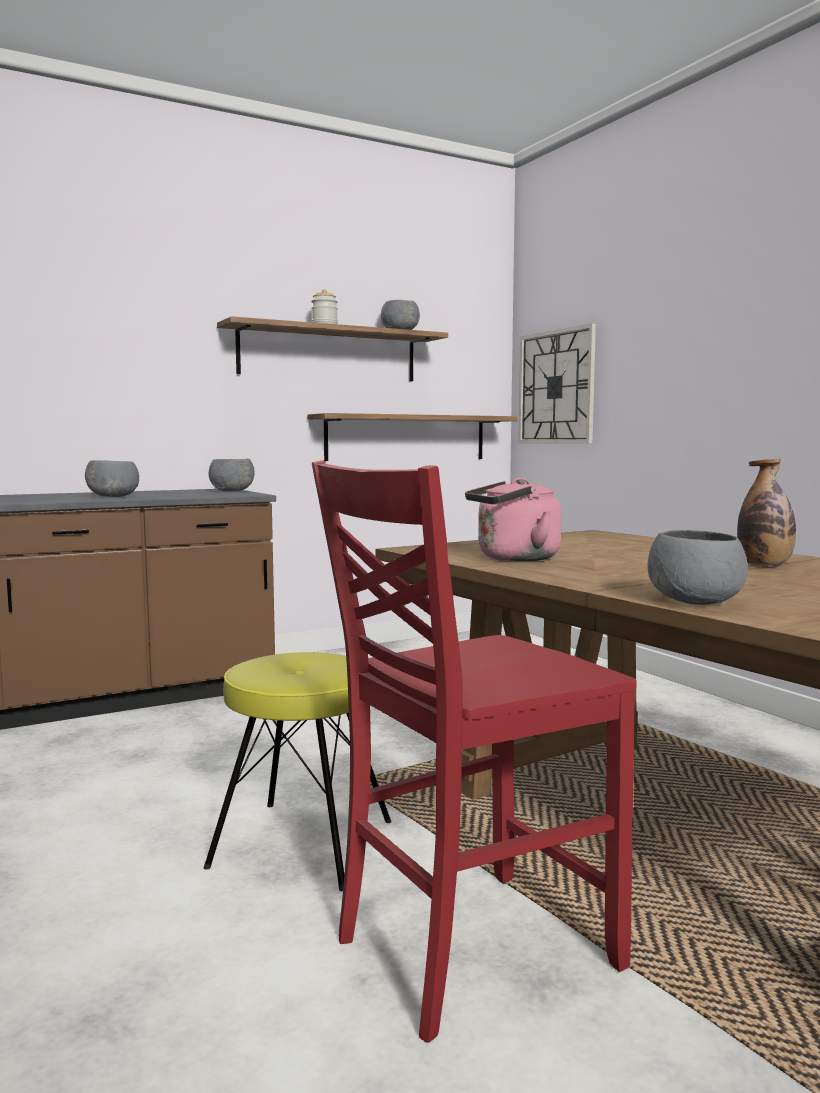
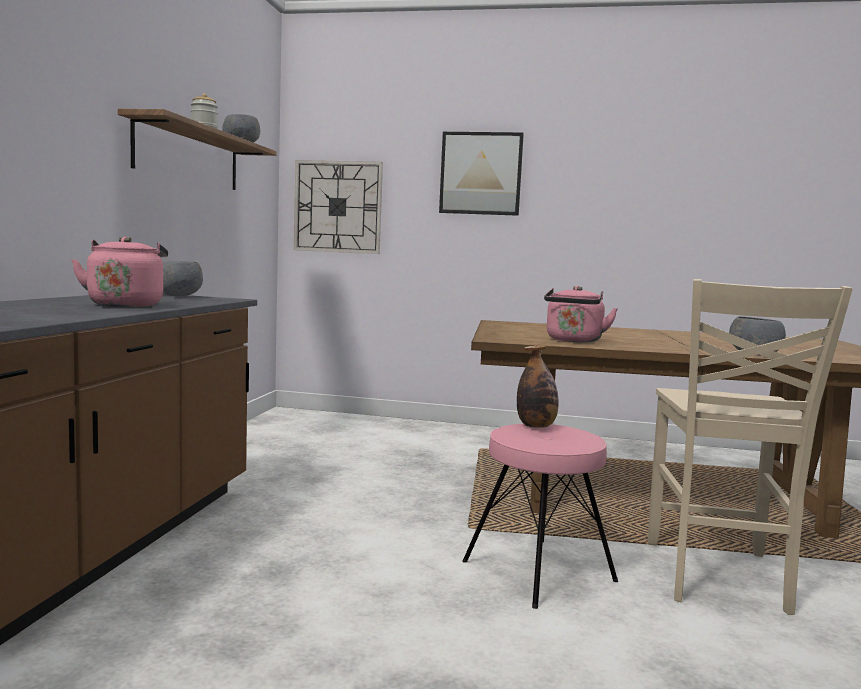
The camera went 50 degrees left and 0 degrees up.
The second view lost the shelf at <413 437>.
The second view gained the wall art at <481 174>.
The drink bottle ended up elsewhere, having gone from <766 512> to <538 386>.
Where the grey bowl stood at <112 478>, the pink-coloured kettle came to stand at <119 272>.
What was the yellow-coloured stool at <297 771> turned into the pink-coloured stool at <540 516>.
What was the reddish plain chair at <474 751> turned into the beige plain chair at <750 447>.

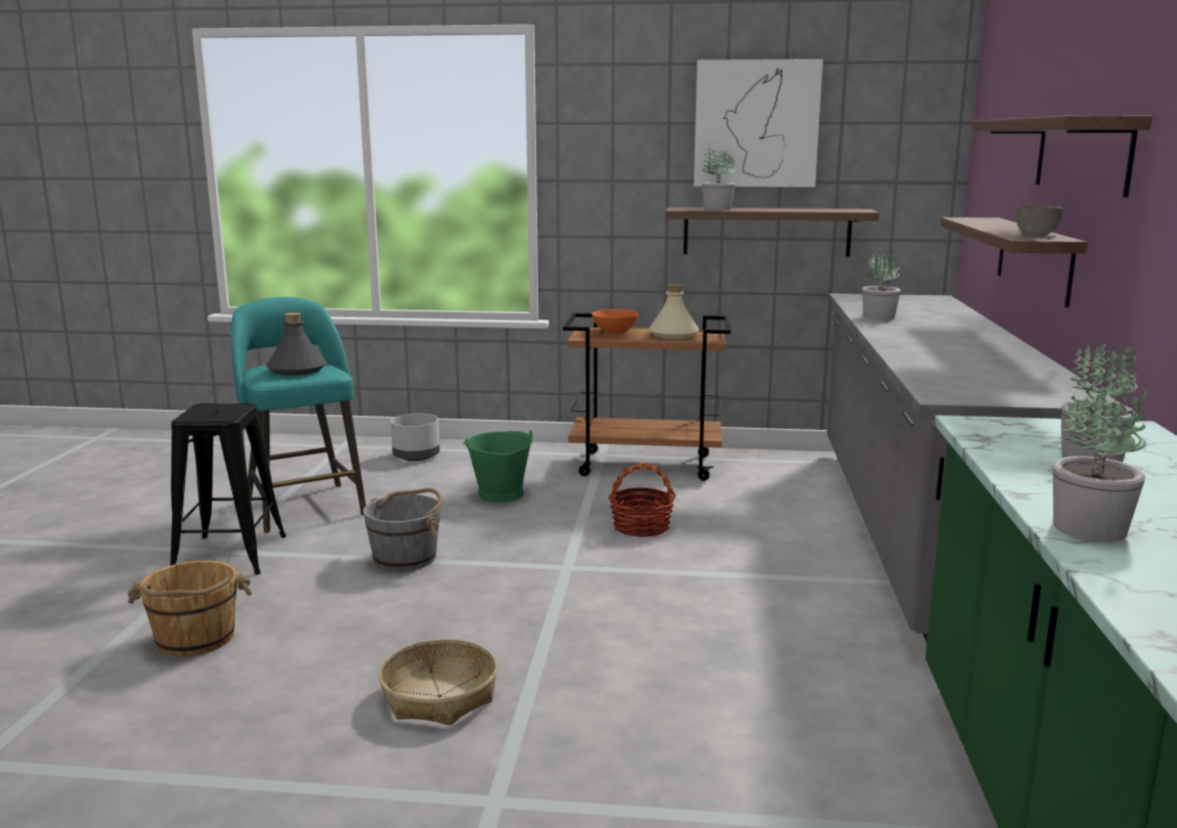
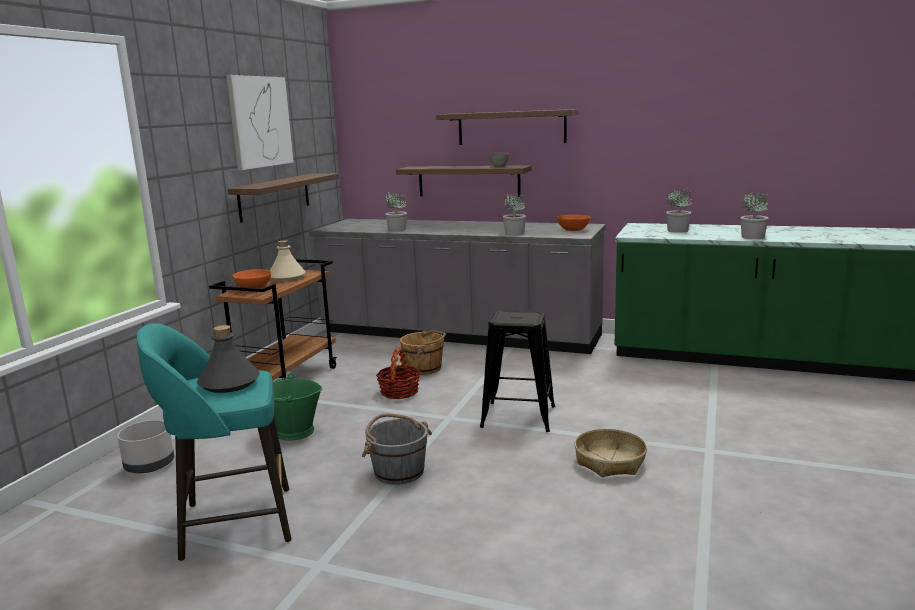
The camera went 75 degrees left and 0 degrees up.
The second view gained the orange-coloured bowl at <573 223>.
The brown-coloured water bucket ended up elsewhere, having gone from <190 608> to <423 352>.
The blackish stool ended up elsewhere, having gone from <228 489> to <517 371>.
The plant in a pot ended up elsewhere, having gone from <718 179> to <514 213>.

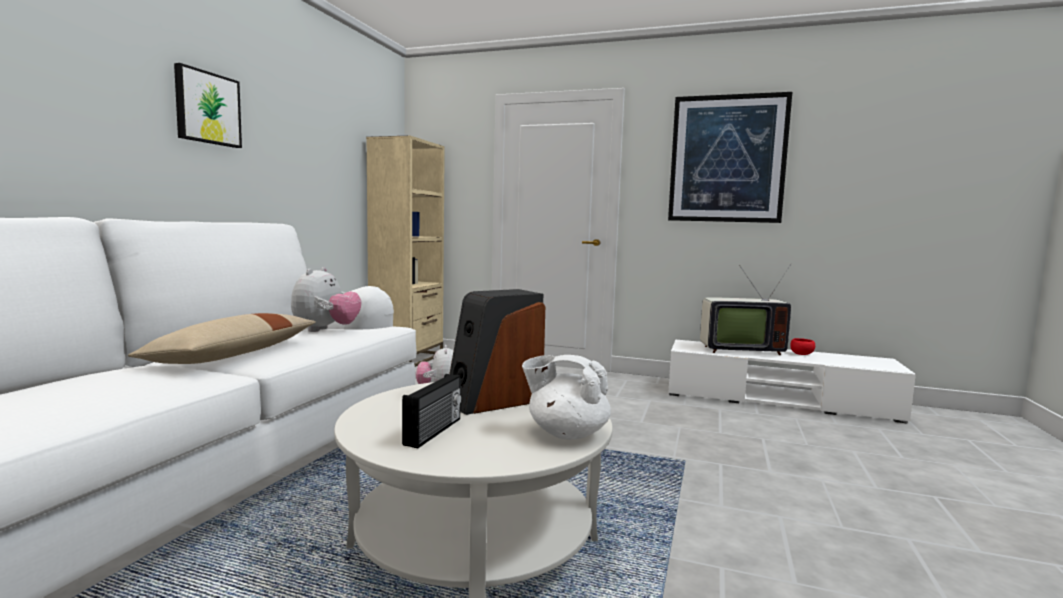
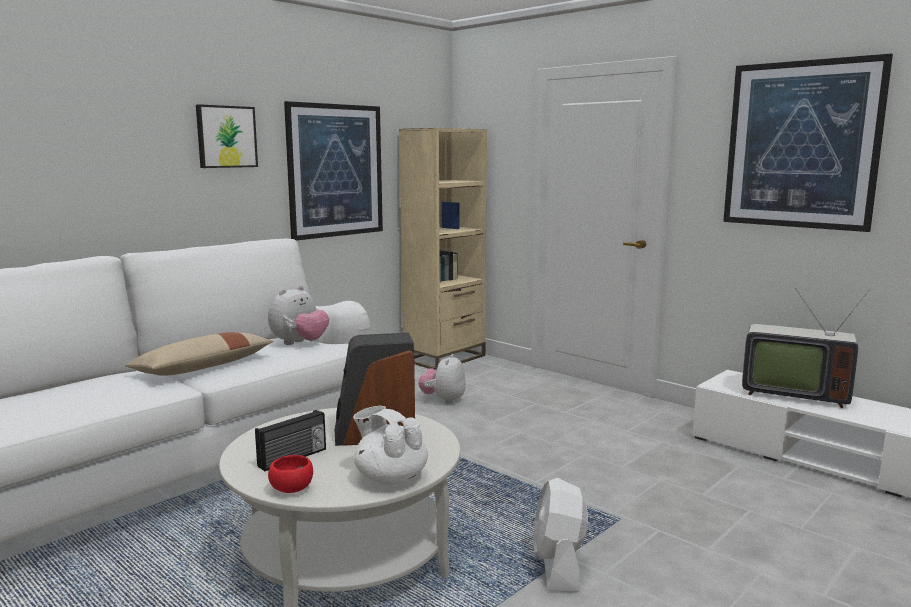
The camera went 25 degrees right and 5 degrees up.
The second view gained the wall art at <333 170>.
The second view gained the white-coloured electric fan at <560 535>.
The reddish bowl ended up elsewhere, having gone from <802 346> to <290 474>.

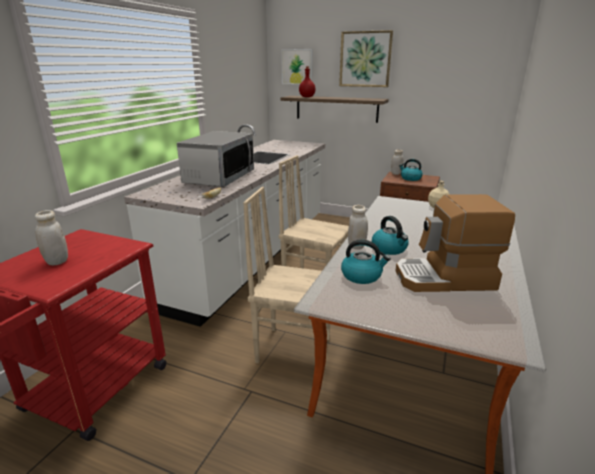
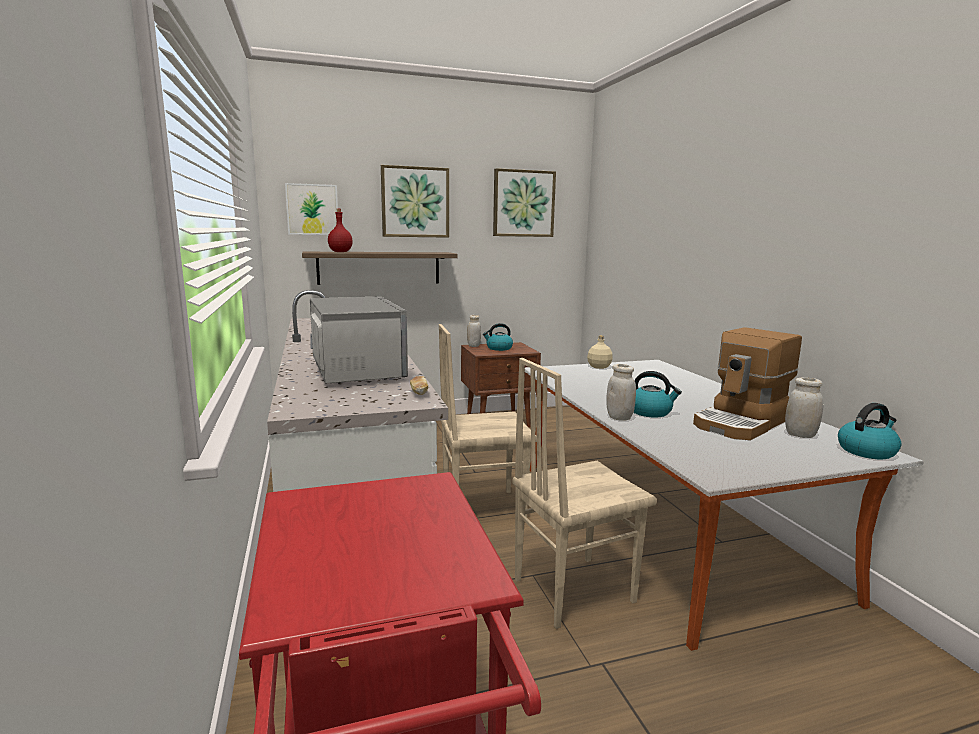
The camera went 40 degrees left and 10 degrees down.
The second view gained the wall art at <524 202>.
The white-coloured jar ended up elsewhere, having gone from <51 237> to <804 407>.
The kettle ended up elsewhere, having gone from <366 262> to <869 431>.

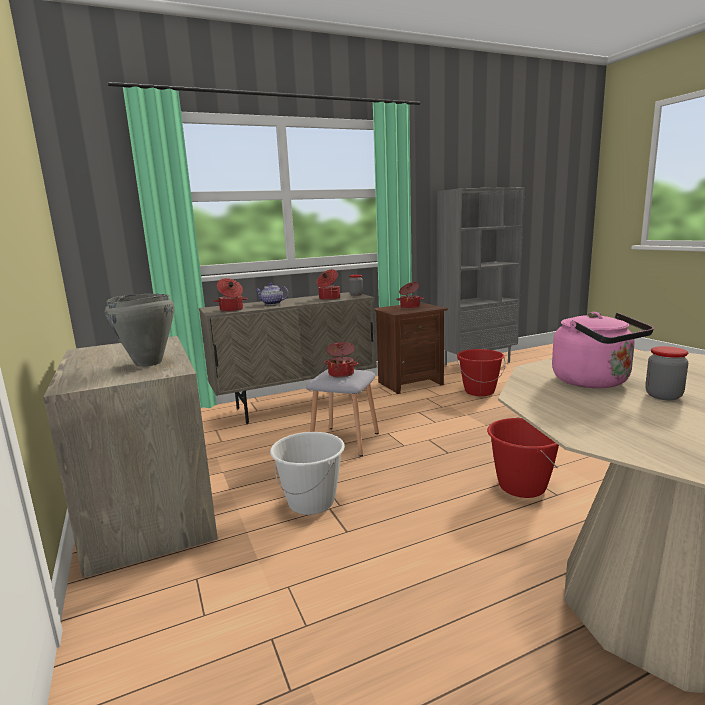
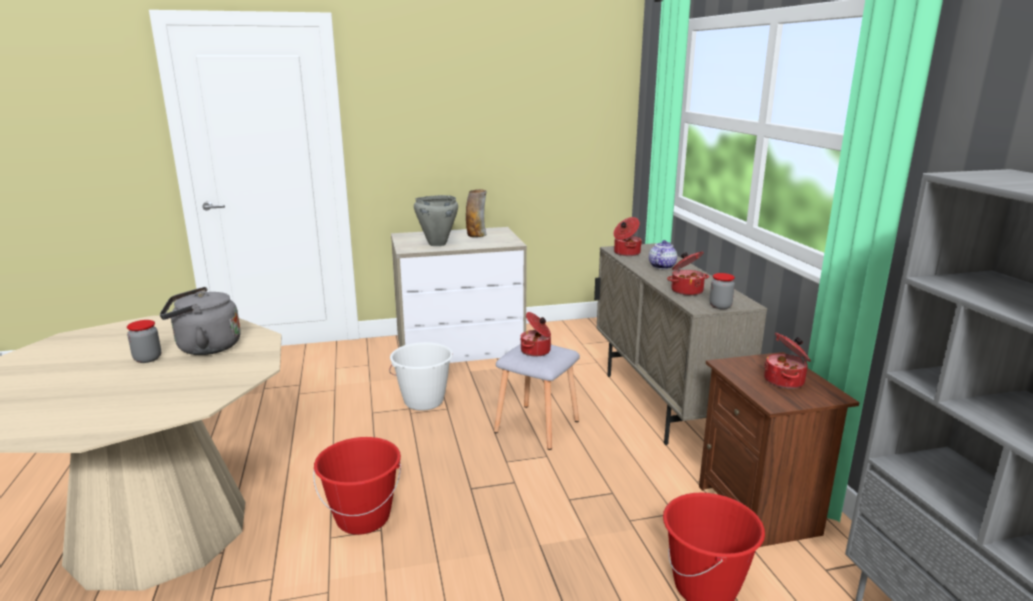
The camera went 100 degrees right and 5 degrees up.
The second view gained the flower vase at <476 213>.
What was the pink-coloured kettle at <603 350> turned into the grey kettle at <200 321>.

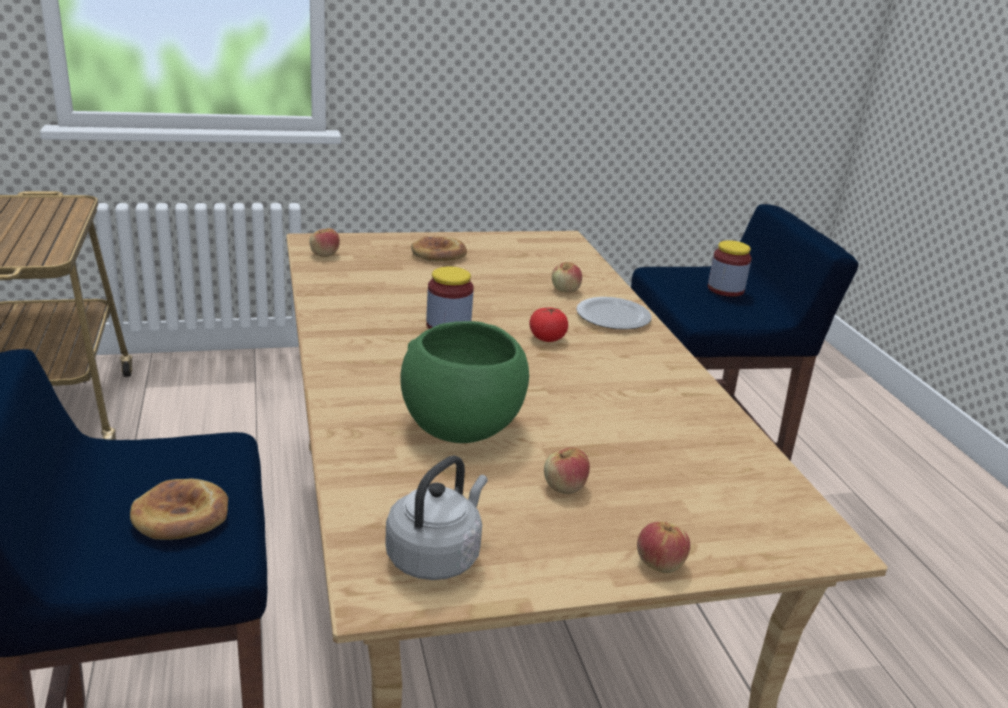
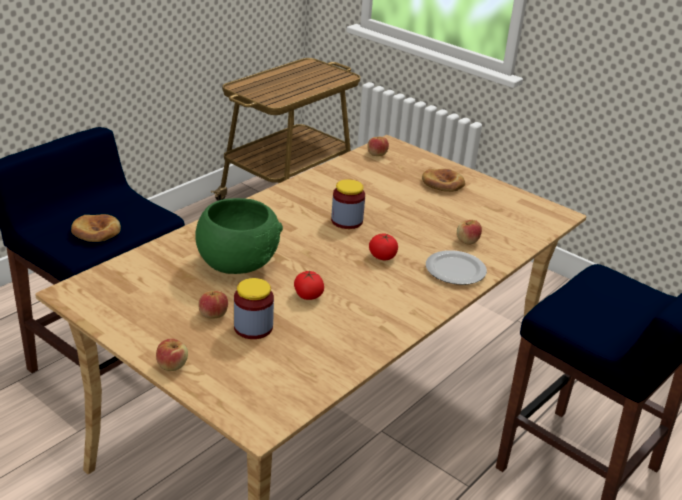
The camera went 55 degrees right and 5 degrees up.
The second view lost the grey kettle at <436 518>.
The second view gained the tomato at <309 285>.
The jar ended up elsewhere, having gone from <730 268> to <254 308>.

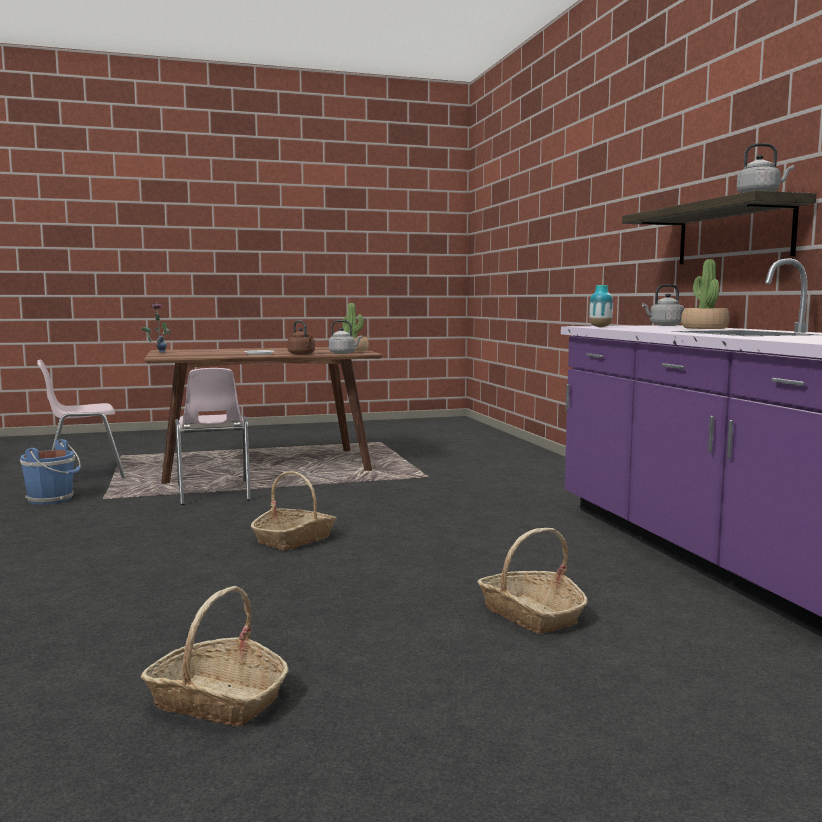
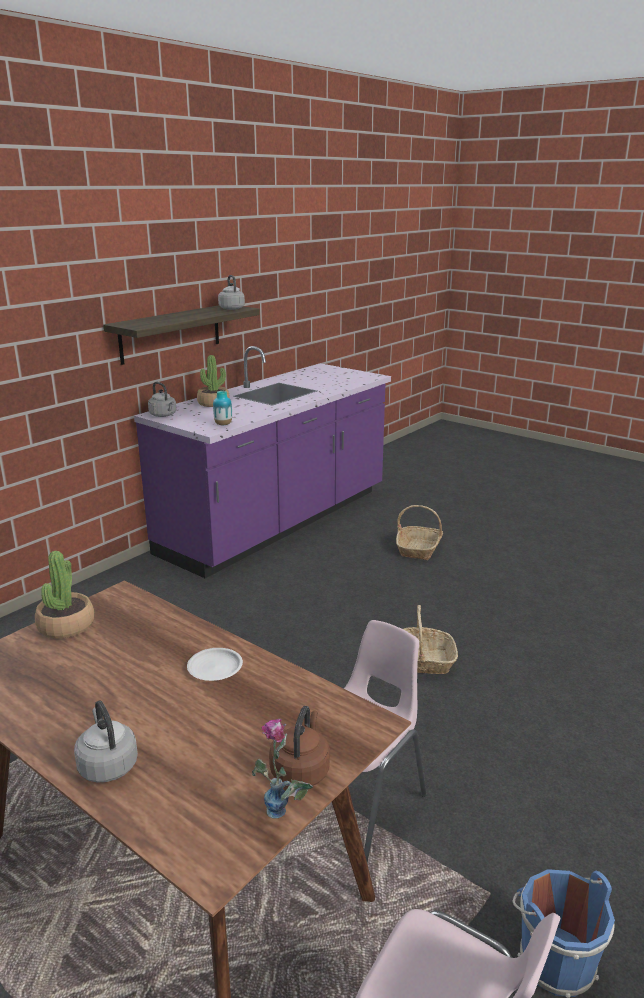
The camera went 125 degrees left and 15 degrees up.
The second view lost the storage basket at <215 656>.
The brown-coloured kettle ended up elsewhere, having gone from <301 337> to <299 746>.
The grey kettle ended up elsewhere, having gone from <345 337> to <106 741>.

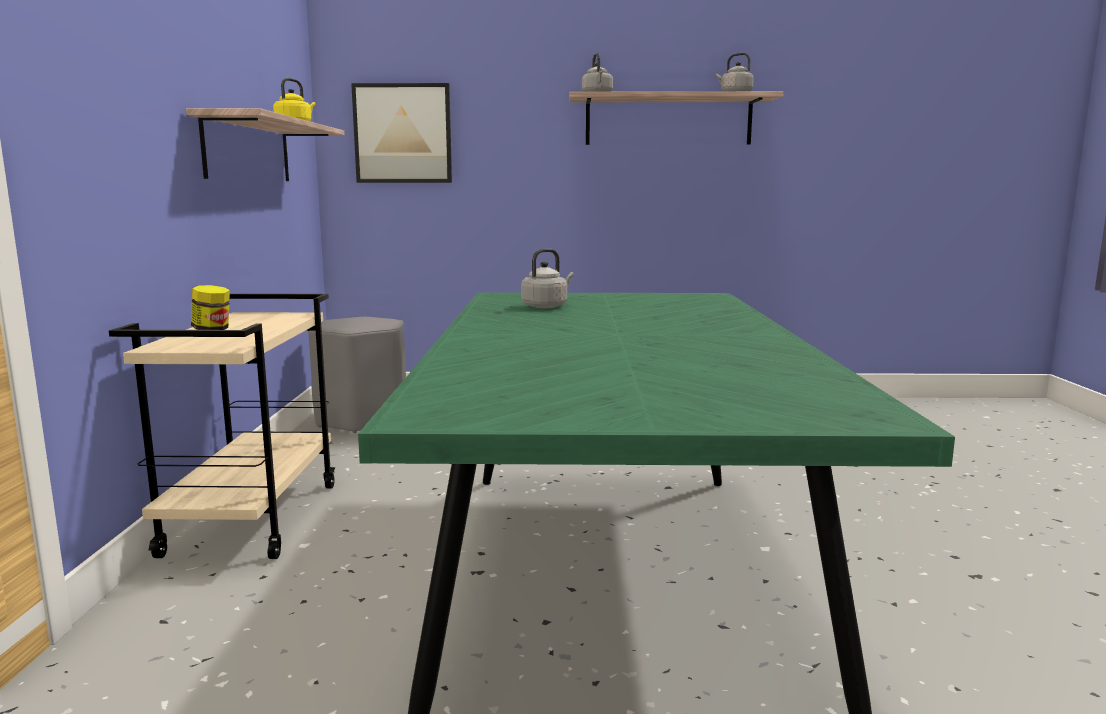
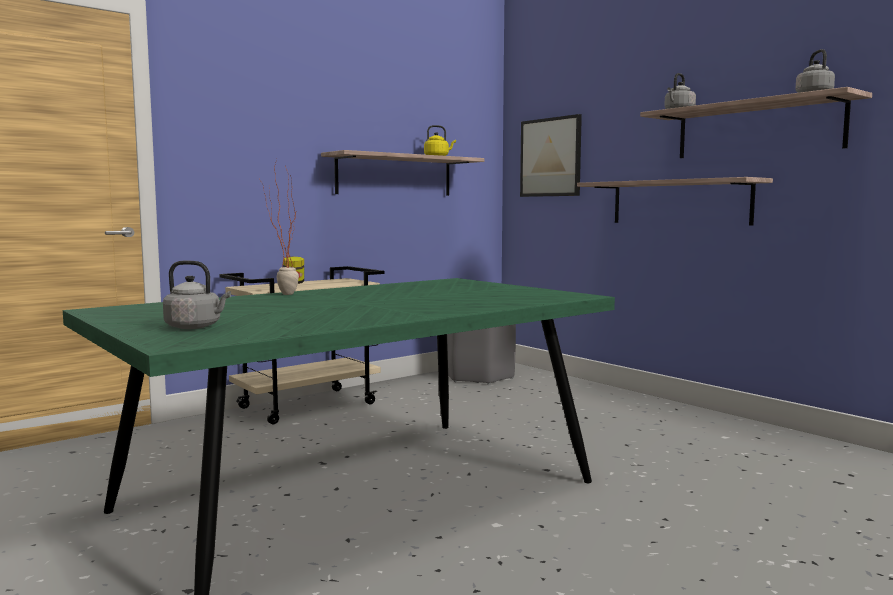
The camera went 50 degrees right and 5 degrees down.
The second view gained the plant in a pot at <279 227>.
The second view gained the shelf at <675 201>.
The grey kettle ended up elsewhere, having gone from <547 278> to <197 294>.

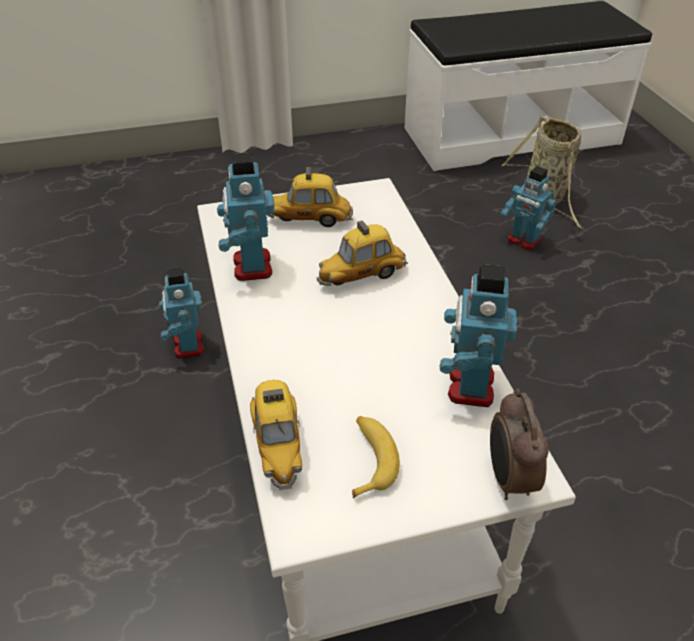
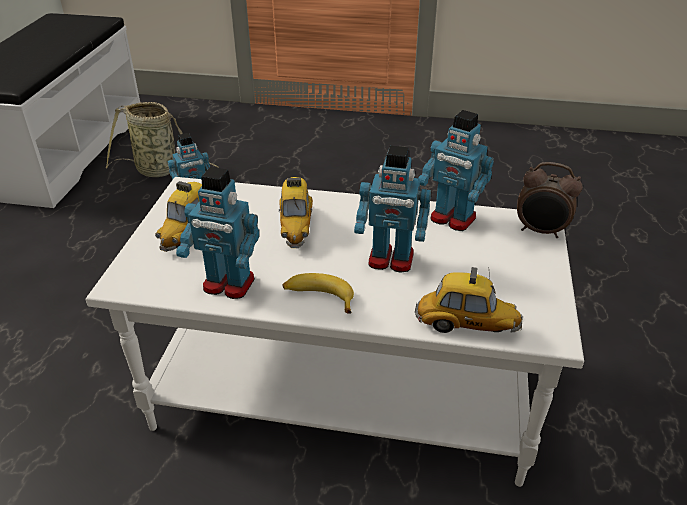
The camera went 65 degrees left and 5 degrees down.
The toy robot ended up elsewhere, having gone from <181 313> to <392 209>.
The whole banana ended up elsewhere, having gone from <376 457> to <318 293>.

